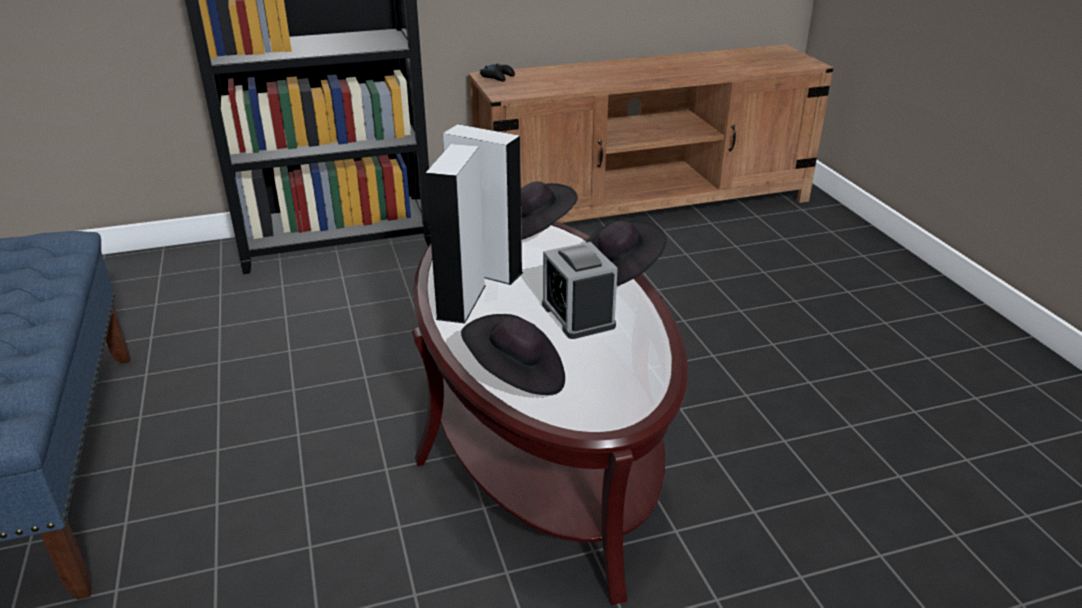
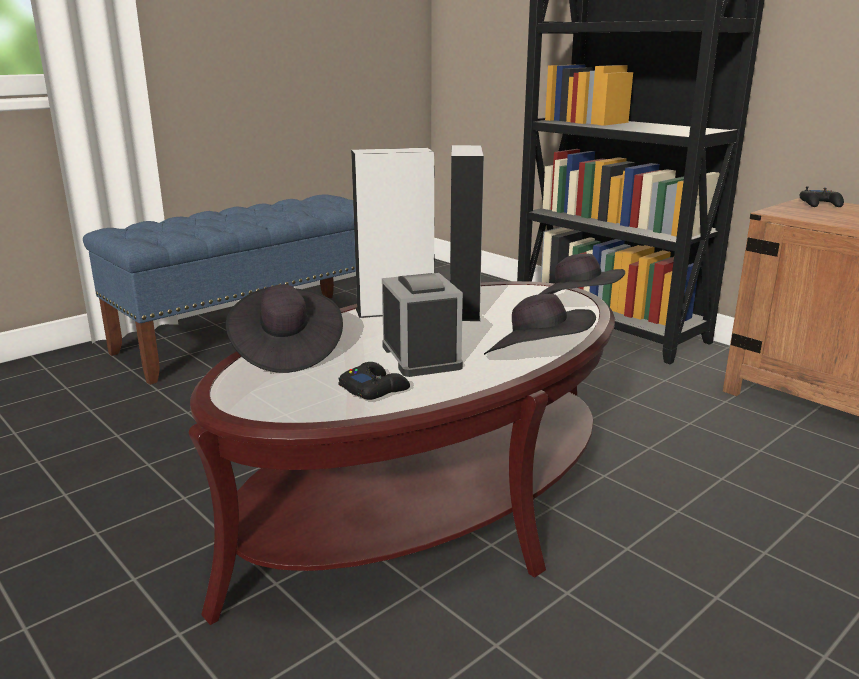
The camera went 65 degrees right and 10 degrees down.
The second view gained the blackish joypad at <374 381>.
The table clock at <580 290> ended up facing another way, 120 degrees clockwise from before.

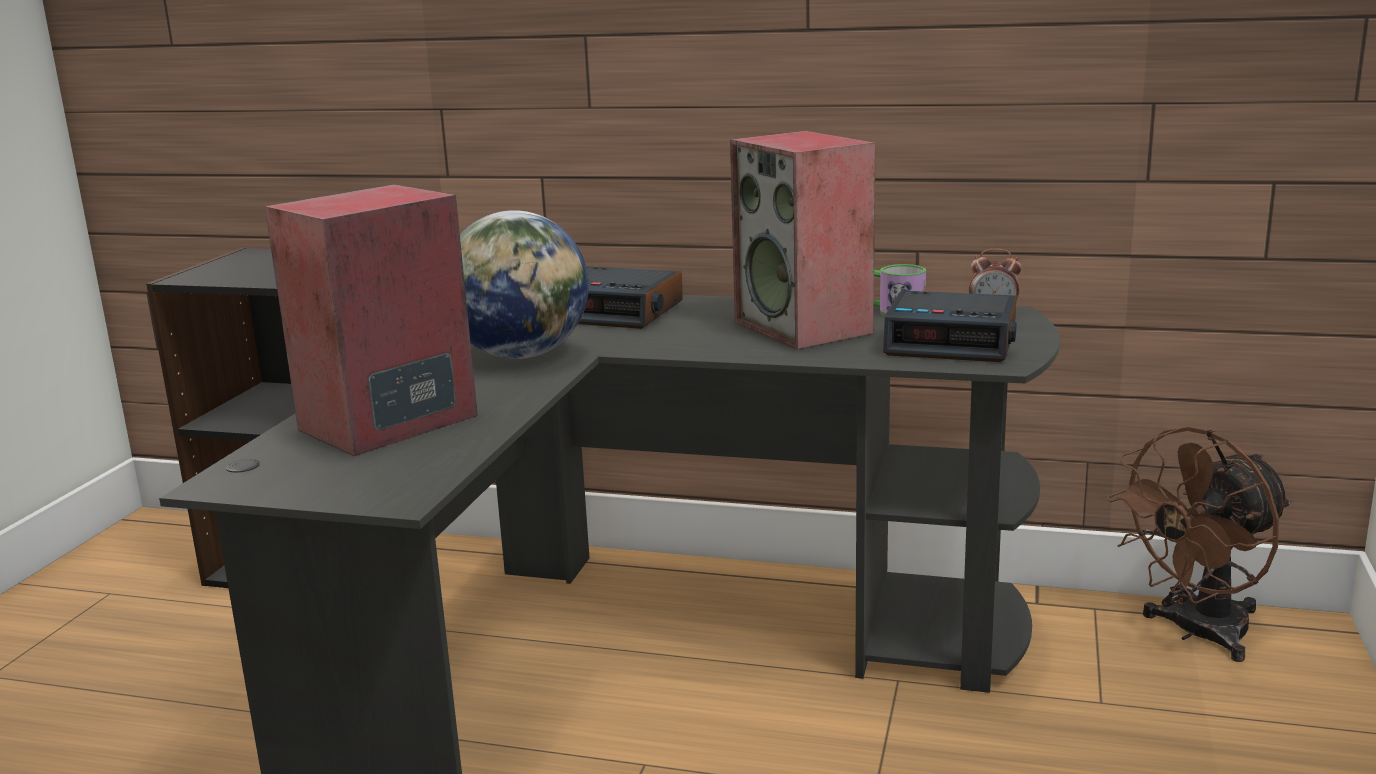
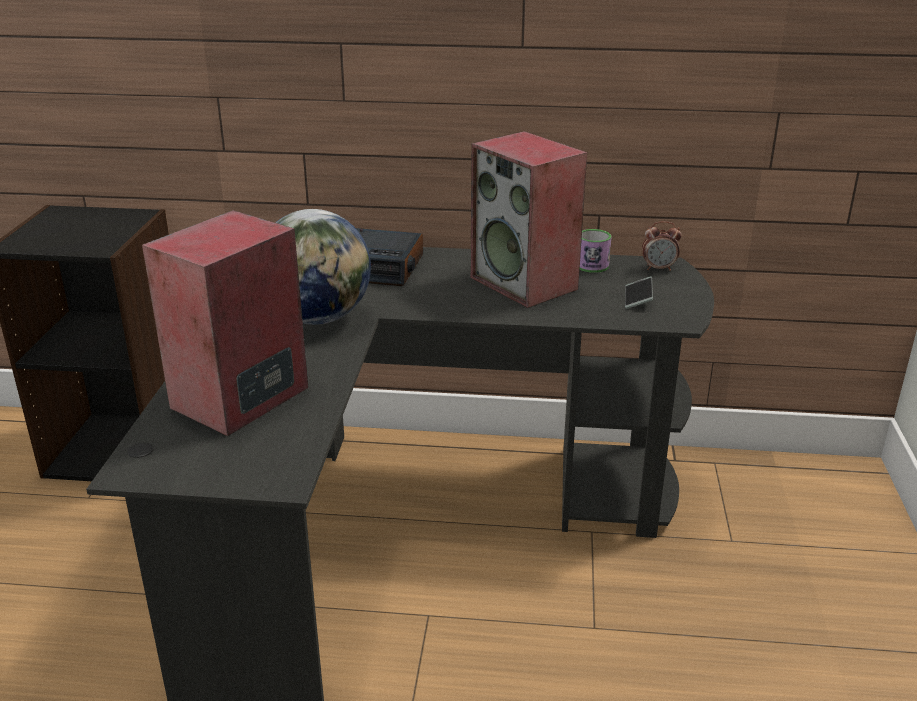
The camera went 10 degrees left and 10 degrees up.
The second view lost the brown-coloured electric fan at <1199 544>.
Where the table clock stood at <949 326>, the phone came to stand at <639 292>.

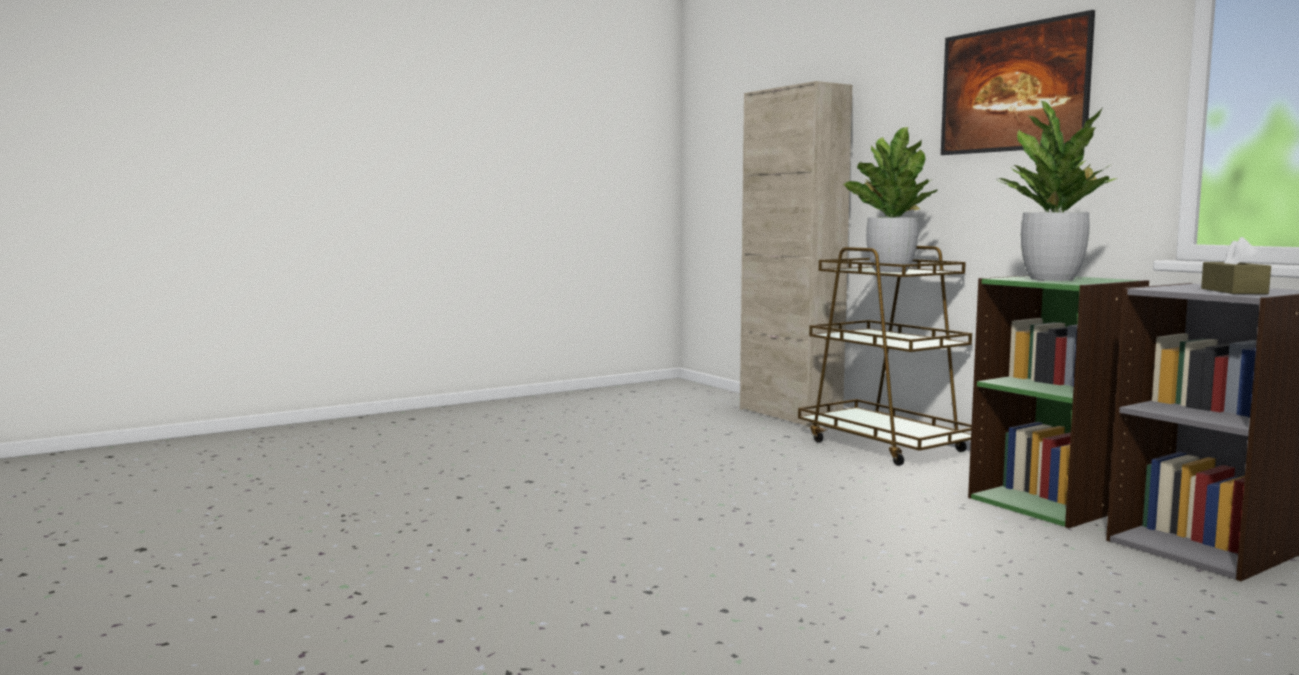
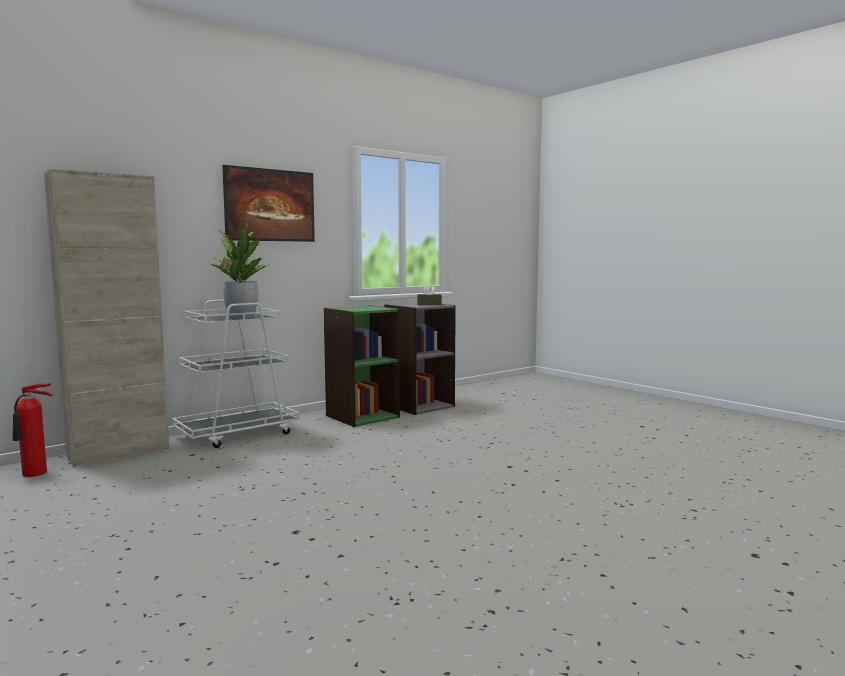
The camera went 95 degrees left and 0 degrees up.
The second view lost the plant in a pot at <1057 191>.
The second view gained the extinguisher at <33 430>.
What was the brown-coloured wheeled cart at <885 356> turned into the white-coloured wheeled cart at <235 374>.

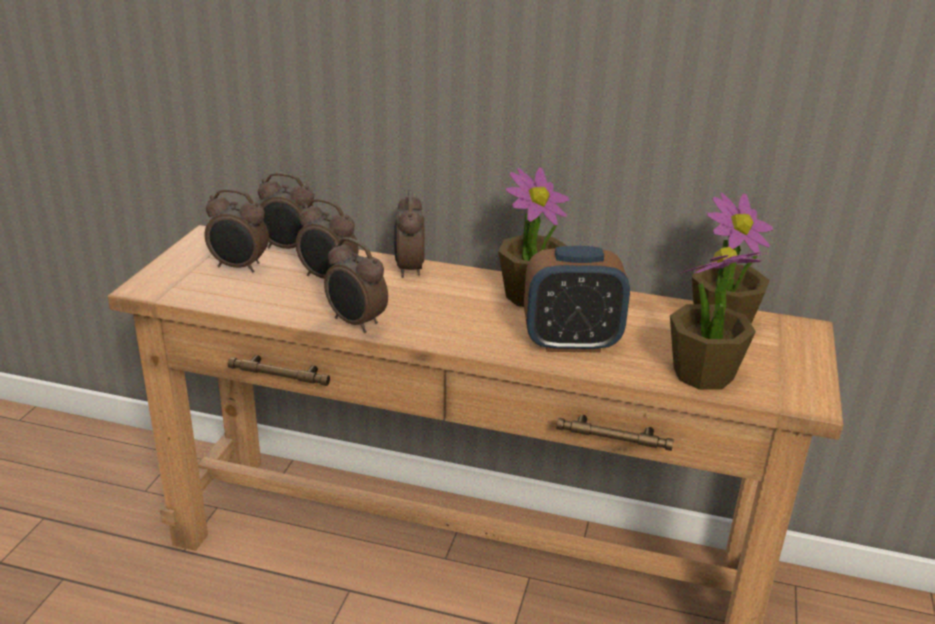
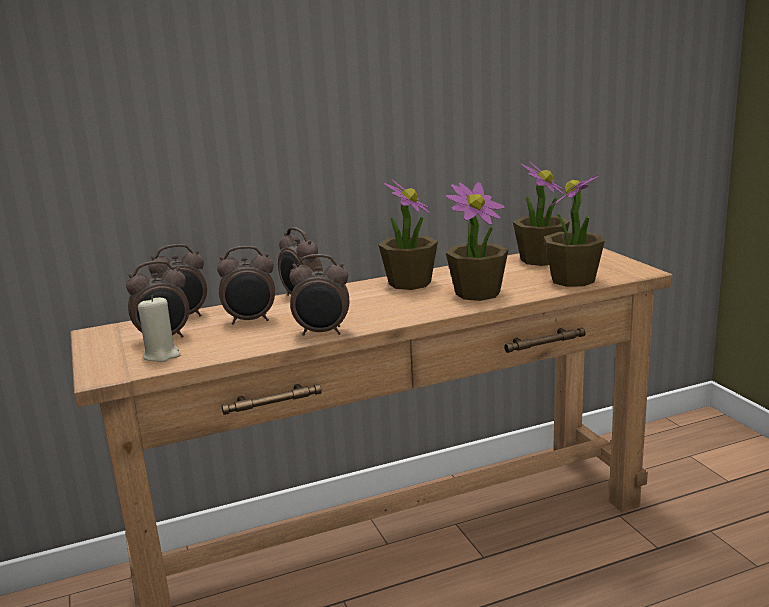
The camera went 35 degrees left and 10 degrees down.
The second view gained the beige candle at <159 329>.
Where the table clock stood at <577 299>, the plant in a pot came to stand at <477 241>.

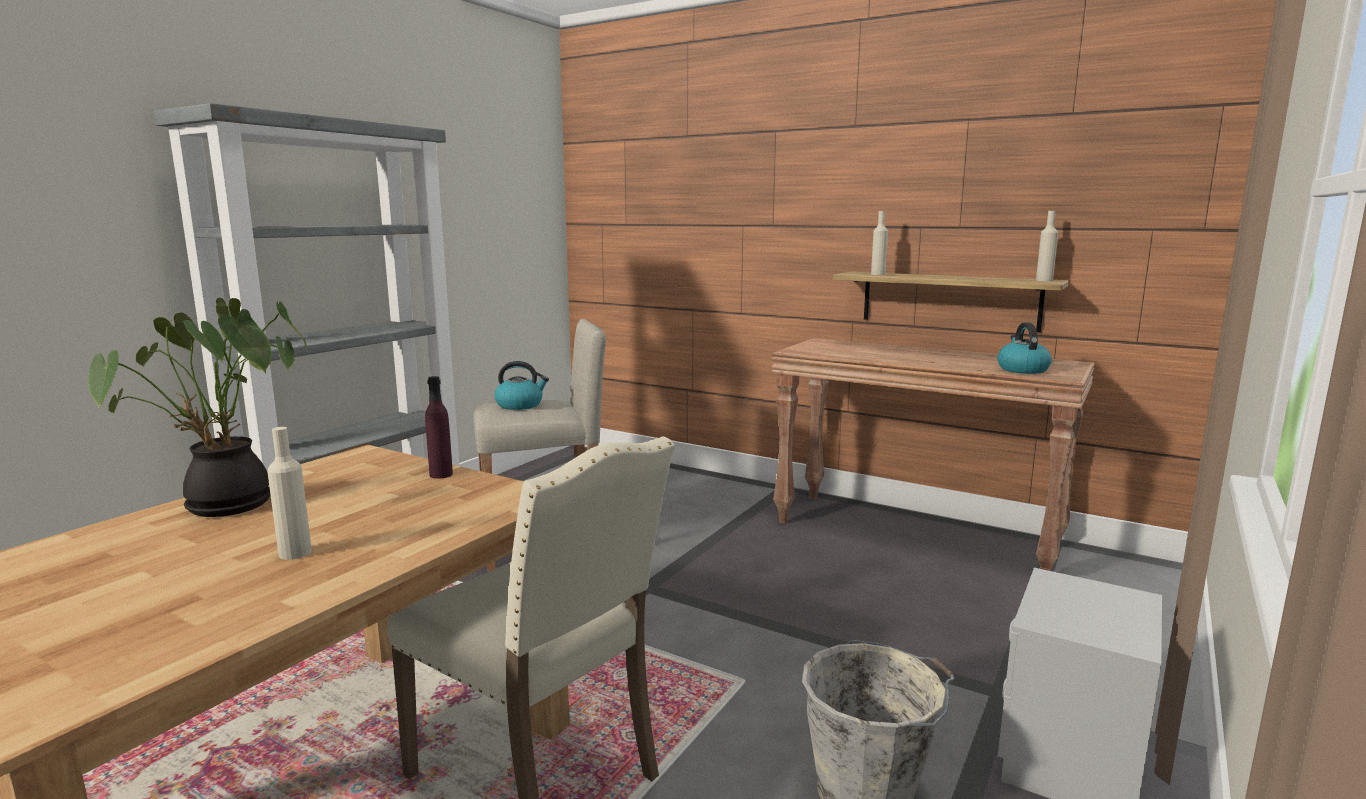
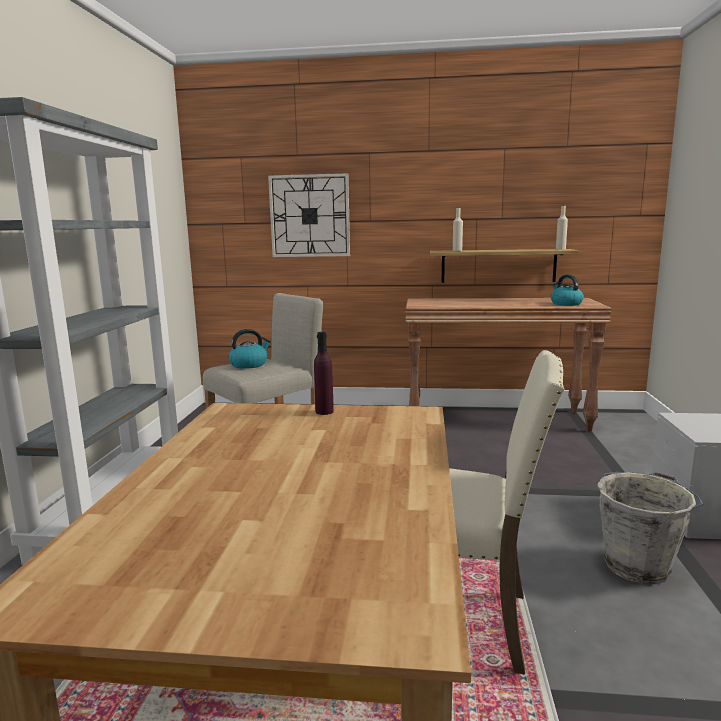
The camera went 25 degrees left and 0 degrees up.
The second view lost the plant in a pot at <197 407>.
The second view lost the beige drink bottle at <289 493>.
The second view gained the clock on the wall at <309 215>.

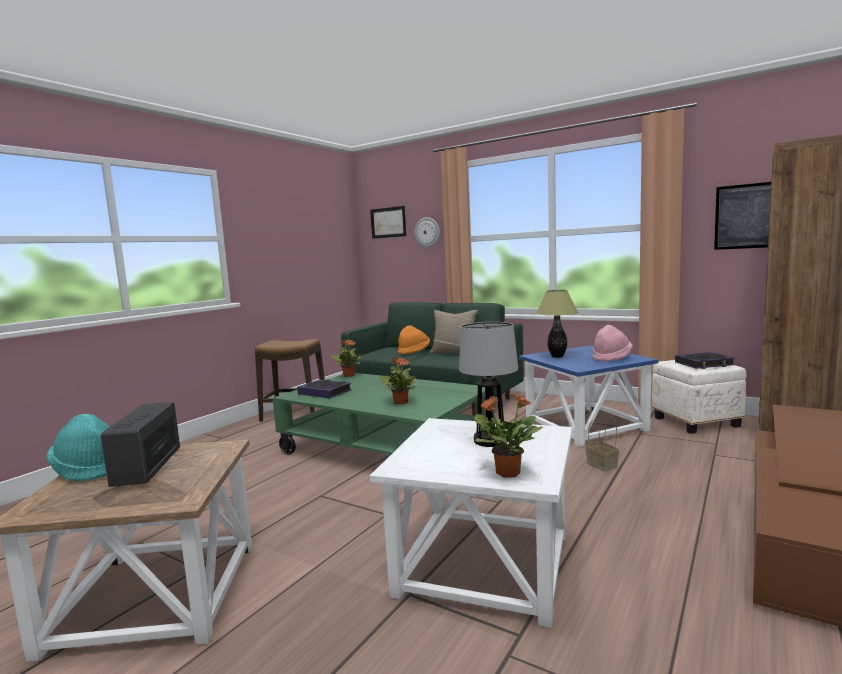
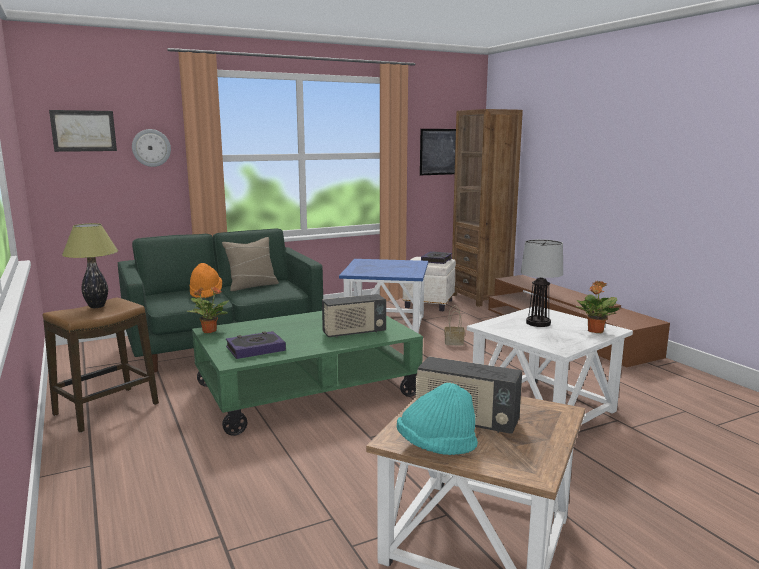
The camera went 60 degrees left and 5 degrees up.
The second view lost the pink-coloured clothing hat at <613 343>.
The tabletop lamp ended up elsewhere, having gone from <557 324> to <90 265>.
Where the plant in a pot stood at <398 380>, the radio receiver came to stand at <354 316>.

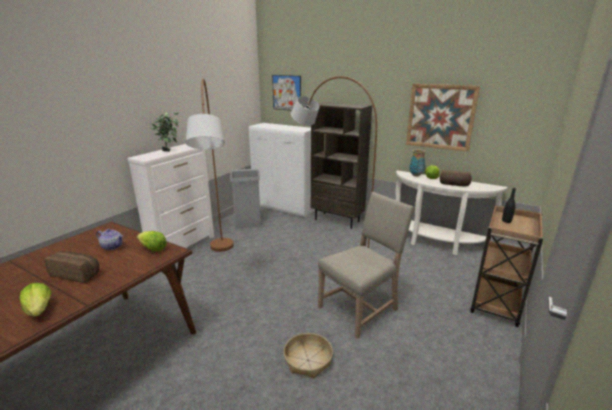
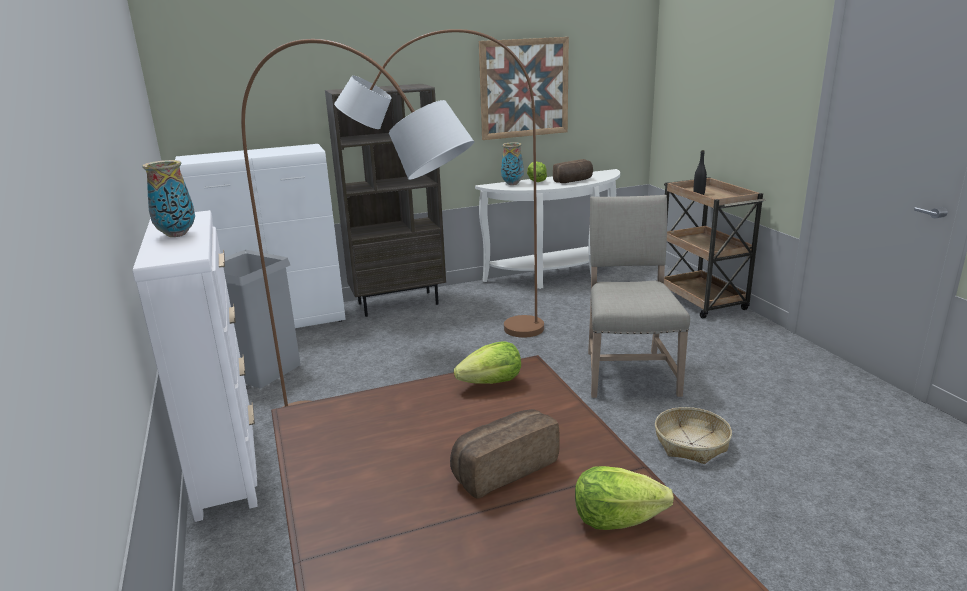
The camera went 50 degrees left and 0 degrees up.
The second view lost the teapot at <109 239>.
The second view lost the wall art at <286 93>.
Where the plant in a pot stood at <165 132>, the flower vase came to stand at <168 198>.

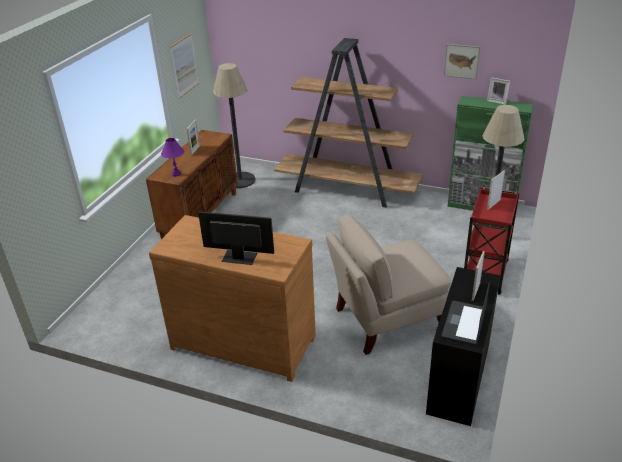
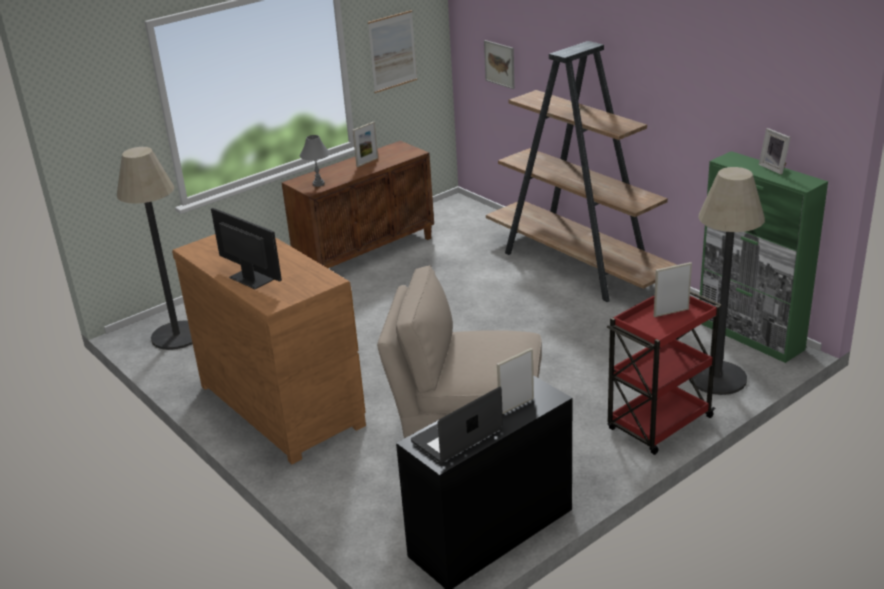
The camera went 30 degrees right and 5 degrees down.
The floor lamp ended up elsewhere, having gone from <234 125> to <155 248>.
The wall art ended up elsewhere, having gone from <462 61> to <499 64>.
What was the purple-coloured tabletop lamp at <172 157> turned into the grey tabletop lamp at <315 161>.

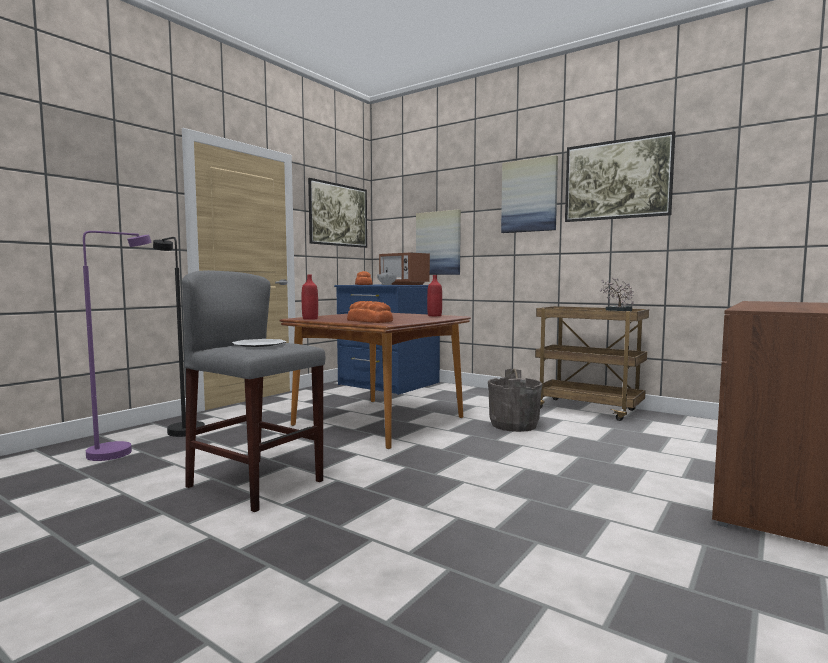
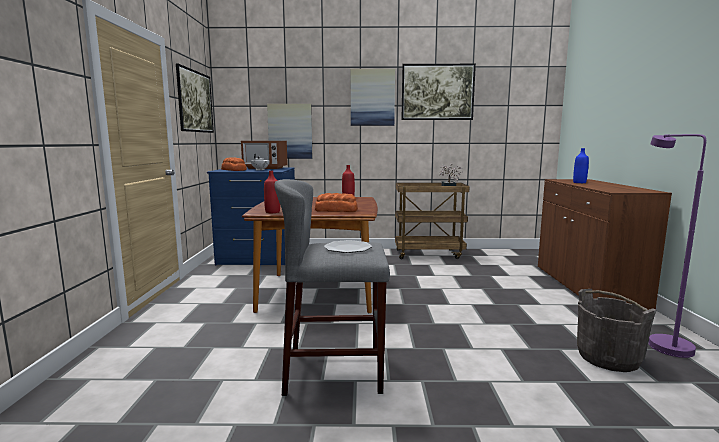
The camera went 35 degrees left and 5 degrees up.
The second view lost the blackish floor lamp at <179 337>.
The second view gained the blue drink bottle at <581 165>.
The purple-coloured floor lamp ended up elsewhere, having gone from <117 346> to <677 246>.
The grey water bucket ended up elsewhere, having gone from <515 400> to <617 330>.

